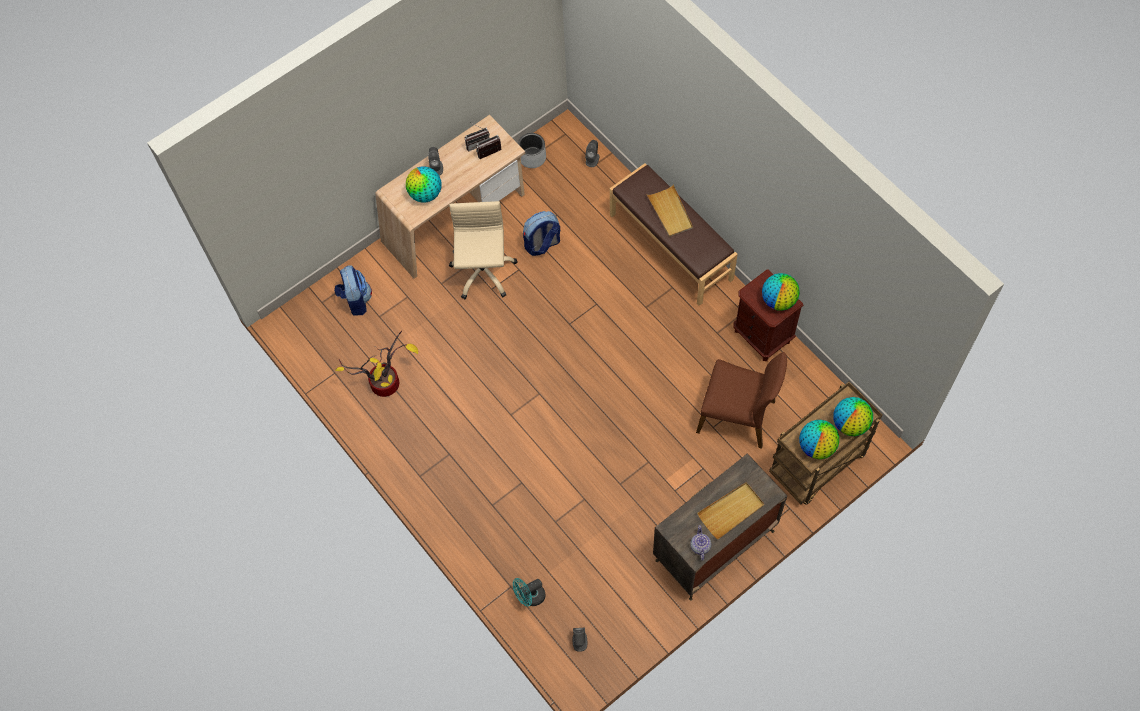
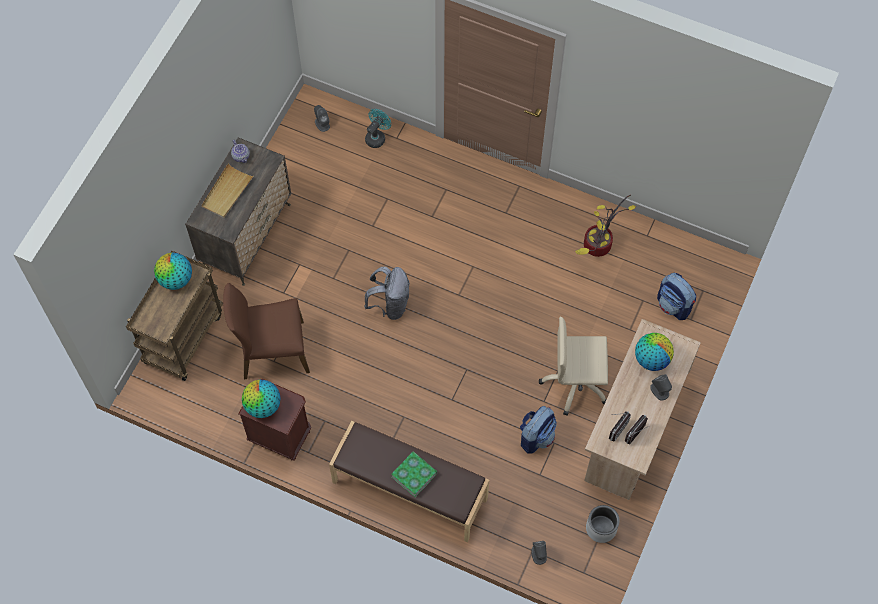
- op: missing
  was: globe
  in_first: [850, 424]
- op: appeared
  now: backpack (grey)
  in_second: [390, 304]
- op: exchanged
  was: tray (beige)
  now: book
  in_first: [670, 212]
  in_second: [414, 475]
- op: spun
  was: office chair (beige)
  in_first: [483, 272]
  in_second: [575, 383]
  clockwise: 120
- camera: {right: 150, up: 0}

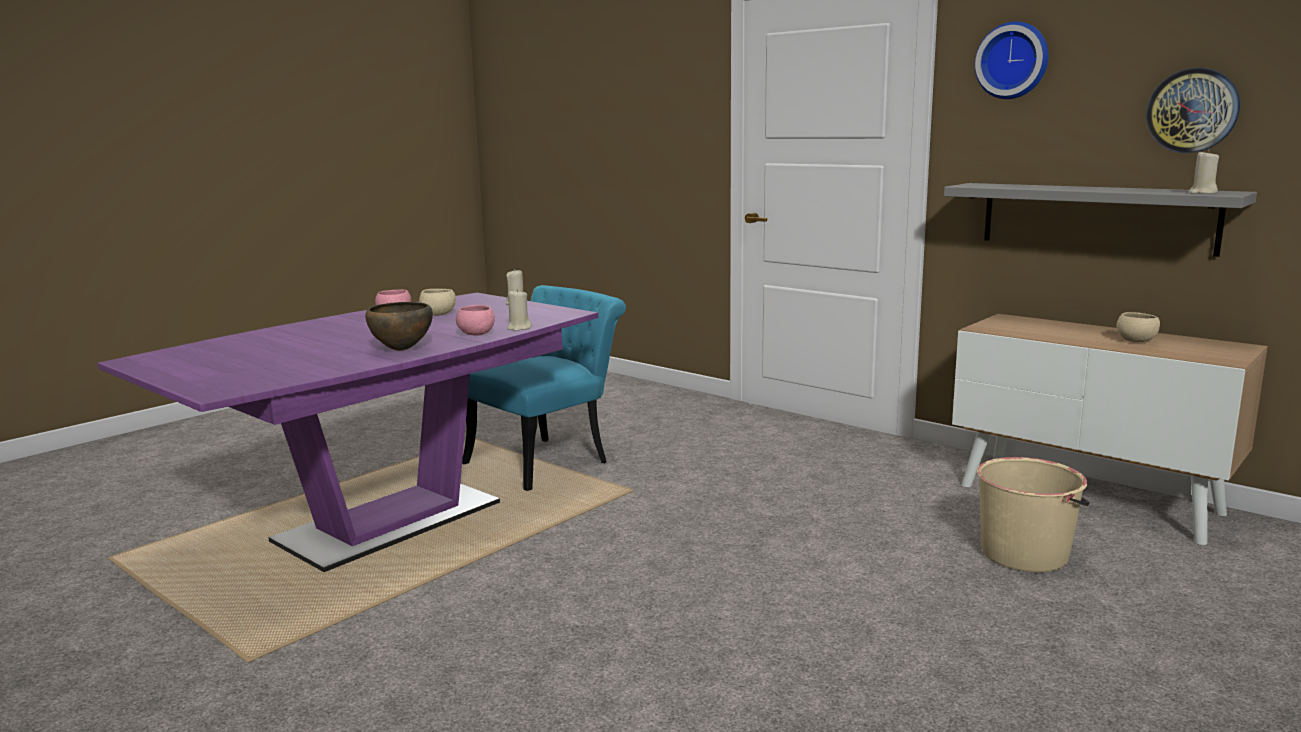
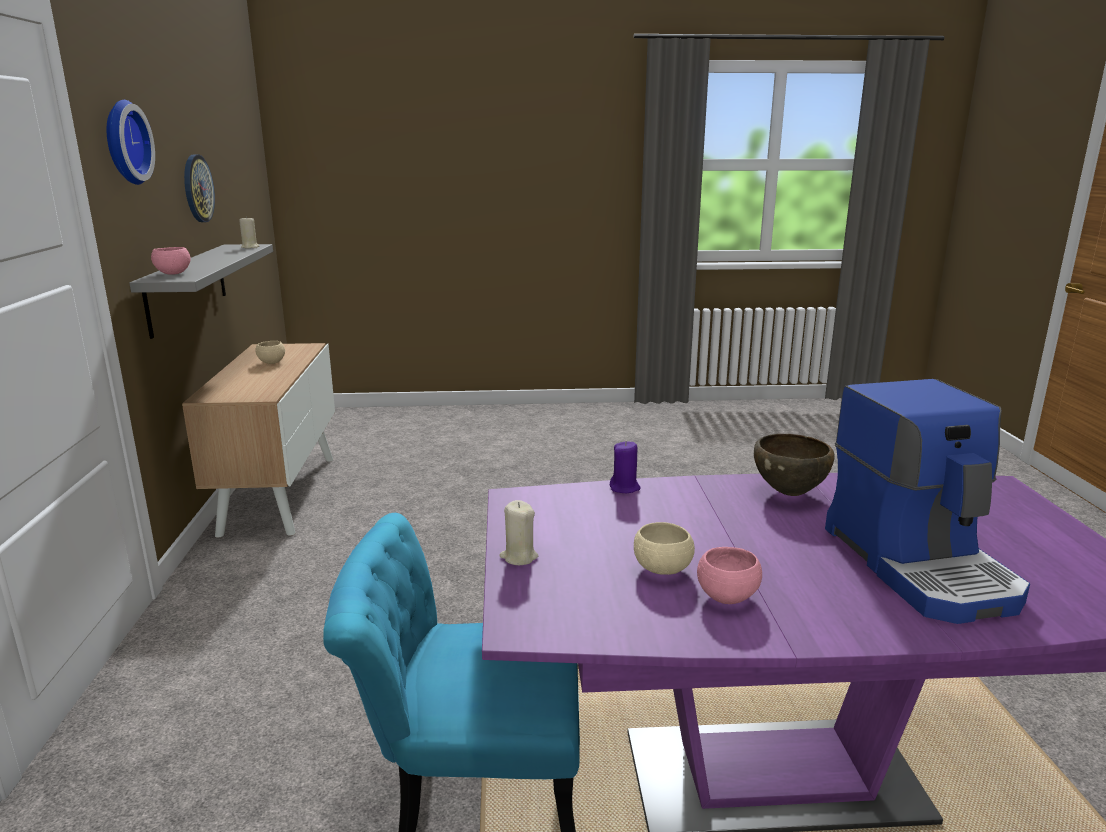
- op: missing
  was: bucket (beige)
  in_first: [1025, 554]
- op: appeared
  now: coffee machine
  in_second: [921, 565]
- op: relocated
  was: bowl (pink)
  in_first: [476, 334]
  in_second: [173, 273]
- op: colour
  was: candle (beige)
  now: candle (purple)
  in_first: [519, 328]
  in_second: [625, 488]
- camera: {right: -135, up: 5}

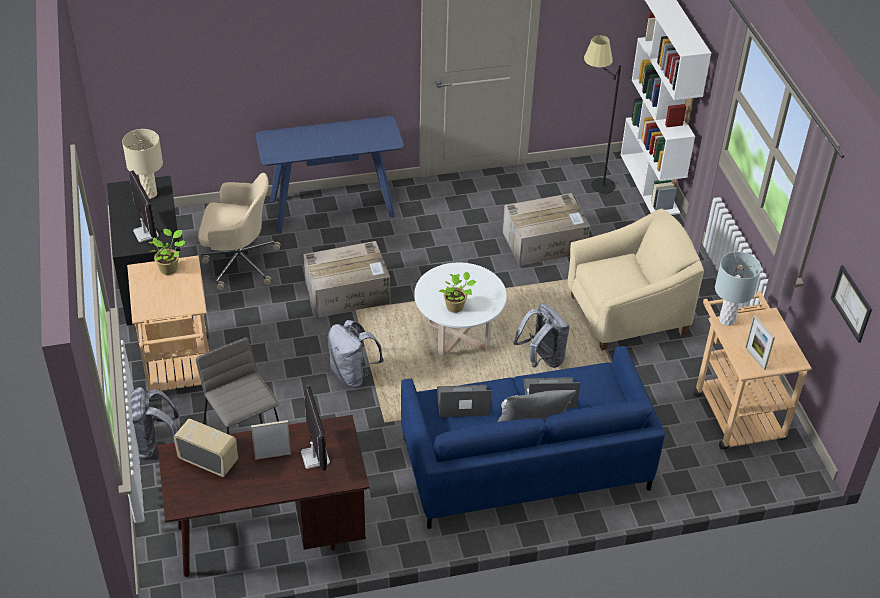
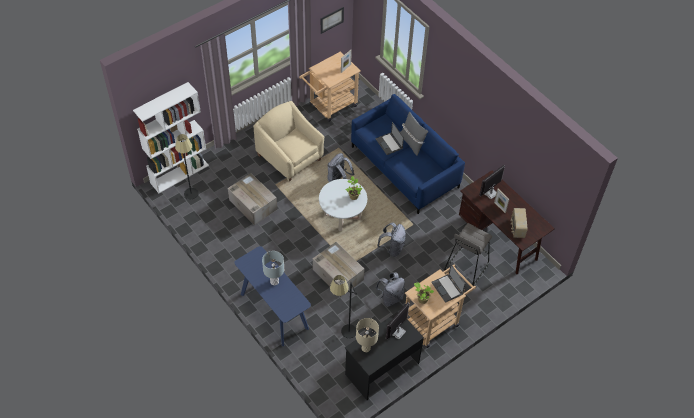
- op: relocated
  was: backpack (grey)
  in_first: [154, 444]
  in_second: [390, 298]
- op: relocated
  was: laptop
  in_first: [462, 402]
  in_second: [447, 288]
- op: relocated
  was: table lamp (grey)
  in_first: [726, 320]
  in_second: [274, 281]
- op: exchanged
  was: office chair (beige)
  now: floor lamp (black)
  in_first: [239, 262]
  in_second: [343, 335]
- camera: {right: -115, up: 10}

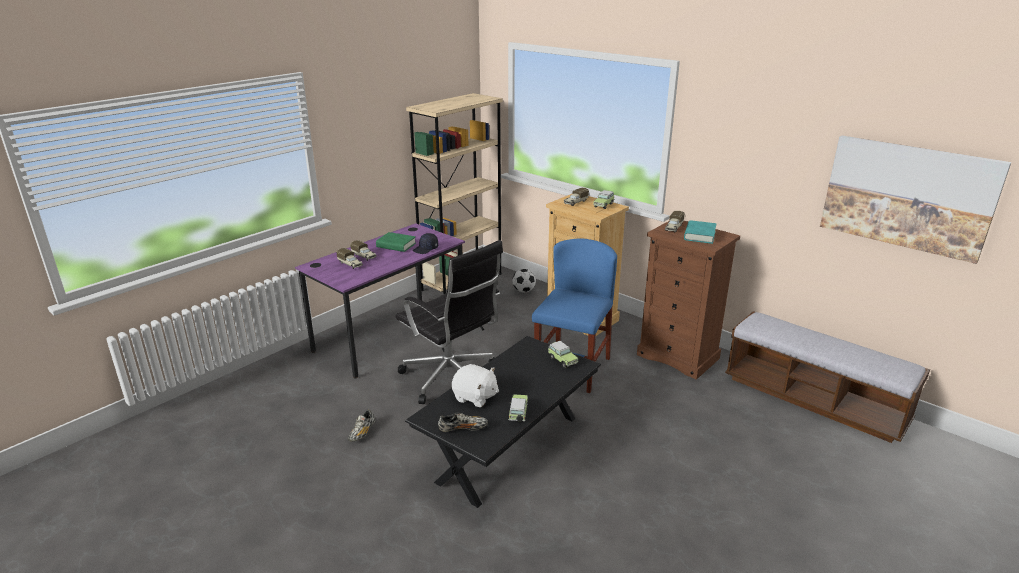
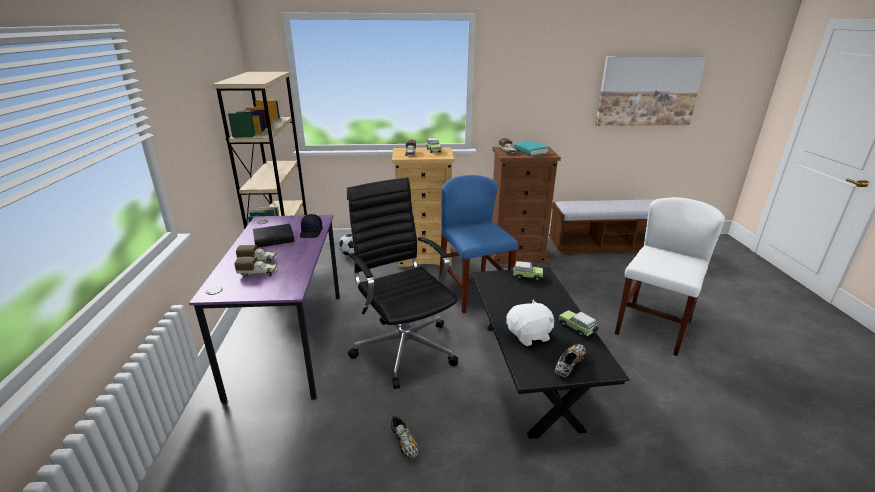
- op: appeared
  now: chair (white)
  in_second: [653, 327]
- op: colour
  was: book (green)
  now: book (black)
  in_first: [396, 245]
  in_second: [274, 239]
- op: spun
  was: office chair (black)
  in_first: [452, 379]
  in_second: [404, 347]
  clockwise: -120
- camera: {right: -45, up: 0}

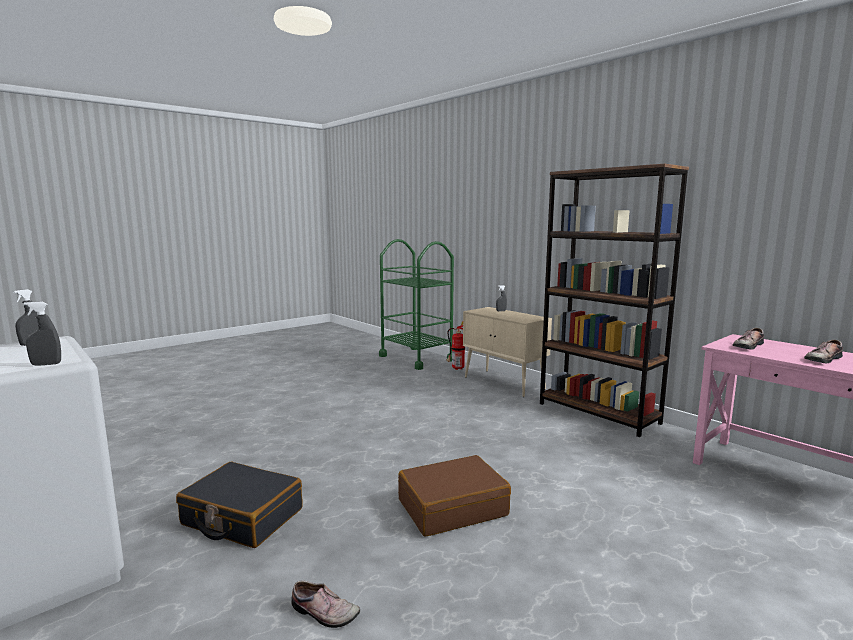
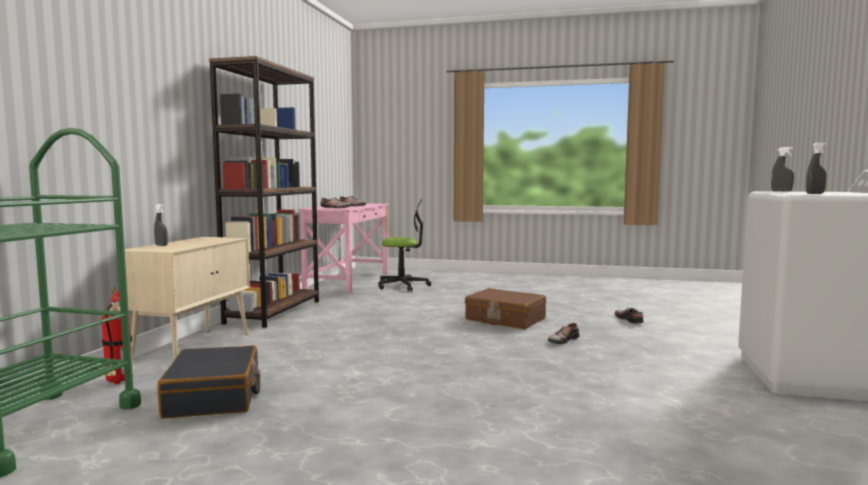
- op: appeared
  now: office chair
  in_second: [403, 286]
- op: appeared
  now: shoe
  in_second: [562, 340]
- op: relocated
  was: suitcase (black)
  in_first: [242, 517]
  in_second: [214, 396]
- camera: {right: -125, up: -5}

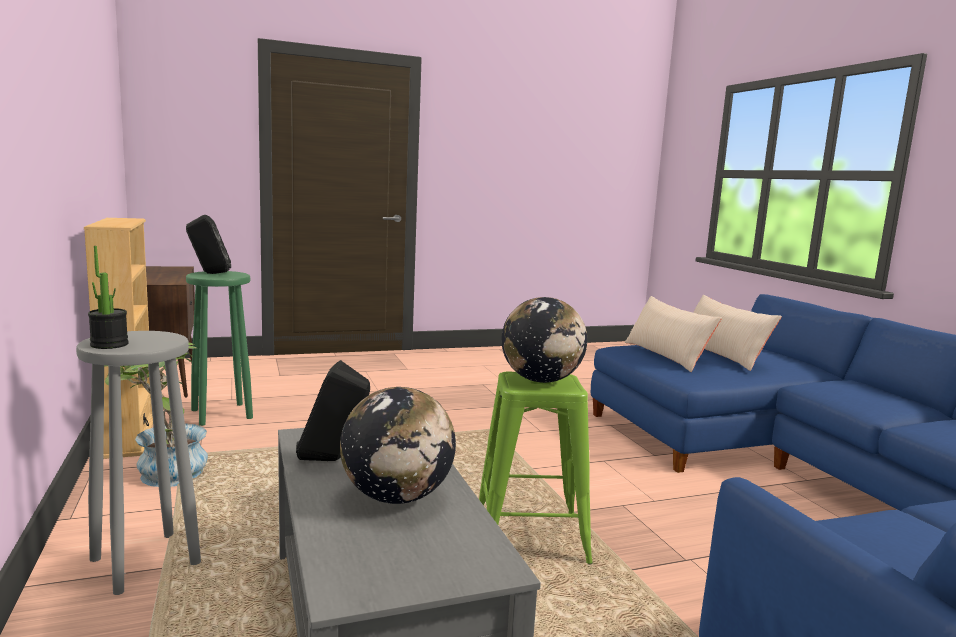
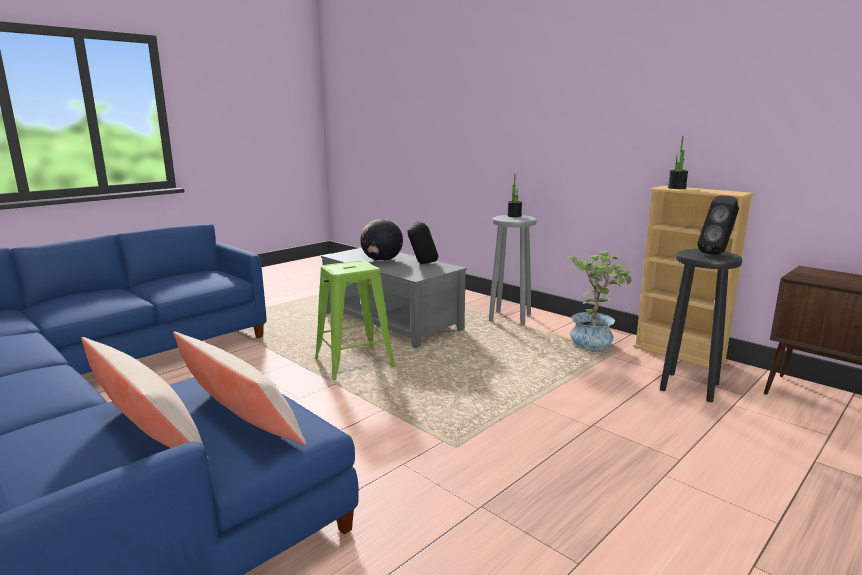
- op: missing
  was: globe
  in_first: [541, 380]
- op: appeared
  now: potted plant
  in_second: [676, 188]
- op: colour
  was: stool (green)
  now: stool (black)
  in_first: [221, 413]
  in_second: [690, 387]
- camera: {right: 155, up: 5}

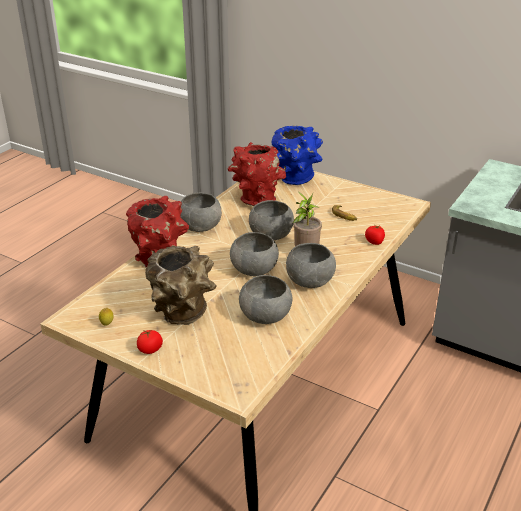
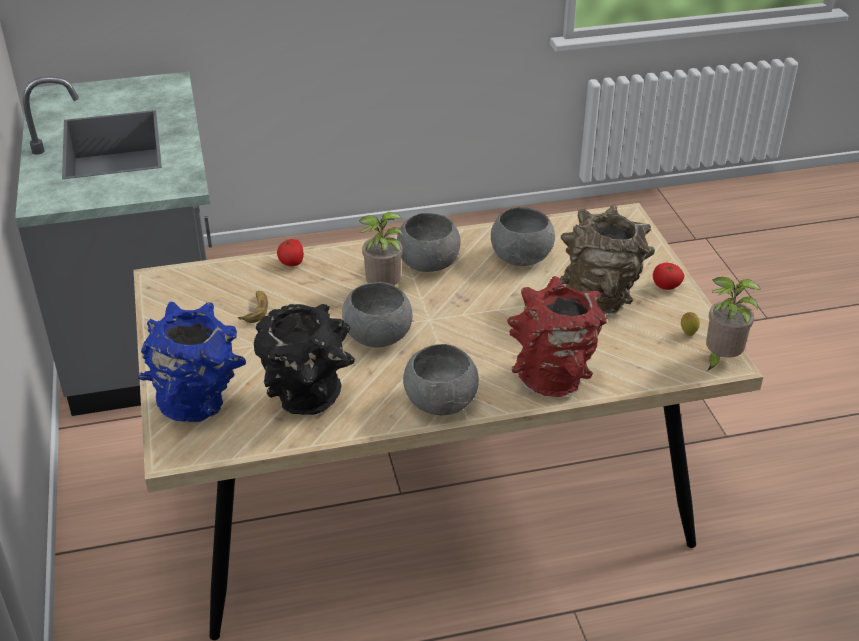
- op: missing
  was: bowl (grey)
  in_first: [253, 269]
- op: appeared
  now: potted plant
  in_second: [720, 359]
- op: colour
  was: vase (red)
  now: vase (black)
  in_first: [255, 200]
  in_second: [308, 402]
- camera: {right: -135, up: 5}

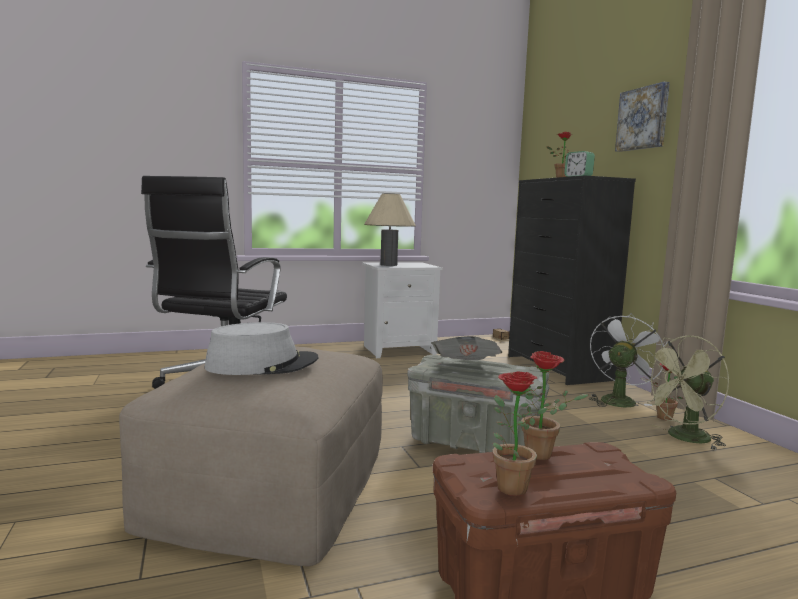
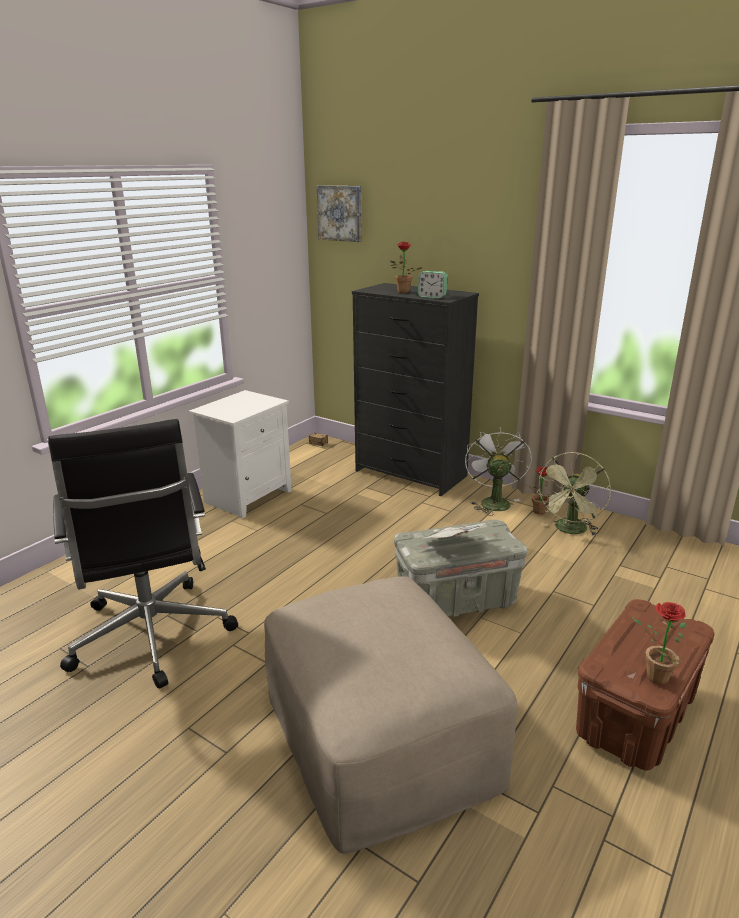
- op: missing
  was: hat (grey)
  in_first: [262, 364]
- op: missing
  was: table lamp (beige)
  in_first: [388, 265]
- op: missing
  was: potted plant
  in_first: [544, 455]
- op: relocated
  was: picture
  in_first: [643, 118]
  in_second: [341, 213]
- camera: {right: -35, up: 15}

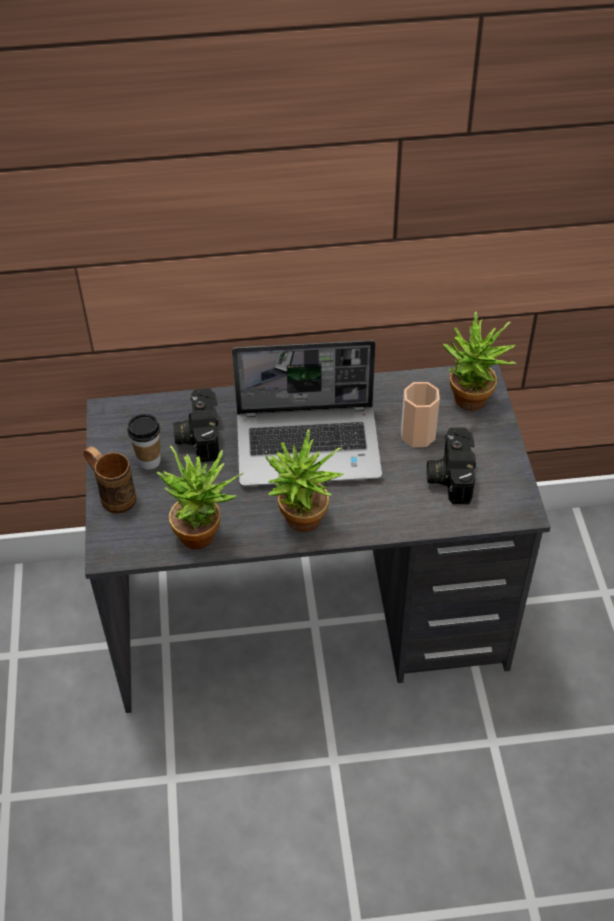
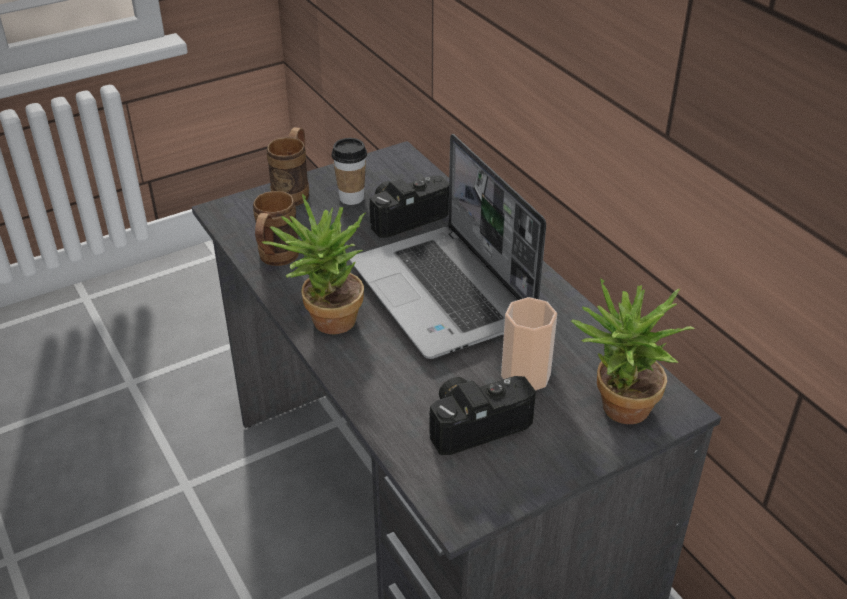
- op: exchanged
  was: potted plant
  now: mug (brown)
  in_first: [205, 534]
  in_second: [275, 260]
- camera: {right: 65, up: -10}

